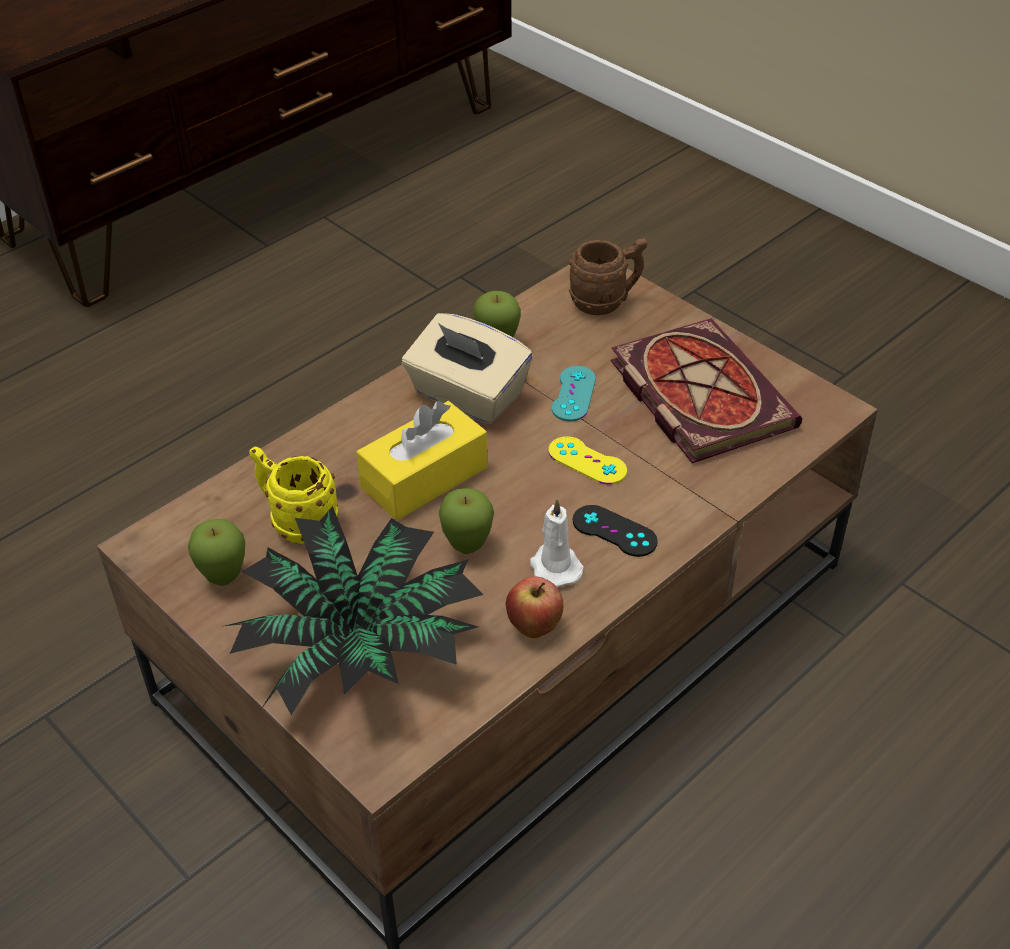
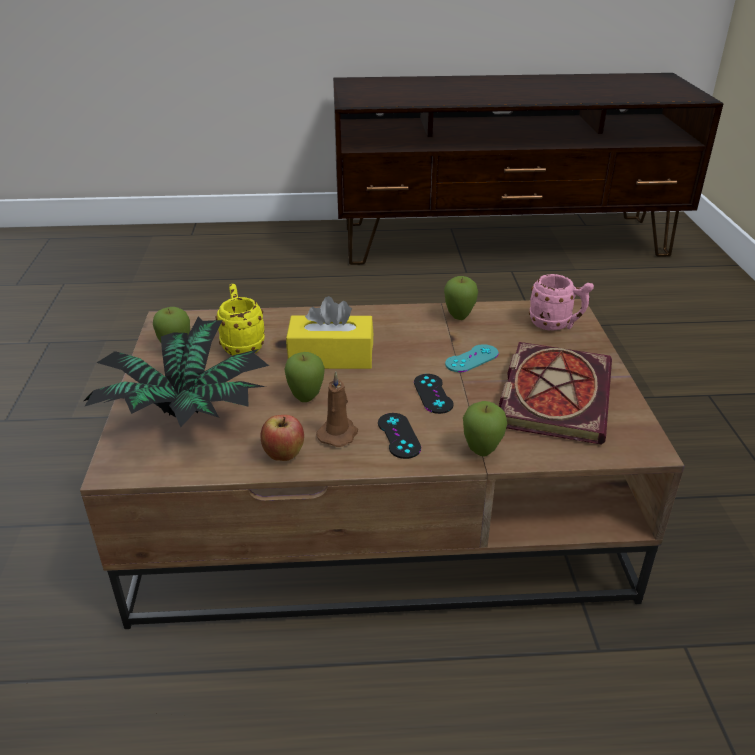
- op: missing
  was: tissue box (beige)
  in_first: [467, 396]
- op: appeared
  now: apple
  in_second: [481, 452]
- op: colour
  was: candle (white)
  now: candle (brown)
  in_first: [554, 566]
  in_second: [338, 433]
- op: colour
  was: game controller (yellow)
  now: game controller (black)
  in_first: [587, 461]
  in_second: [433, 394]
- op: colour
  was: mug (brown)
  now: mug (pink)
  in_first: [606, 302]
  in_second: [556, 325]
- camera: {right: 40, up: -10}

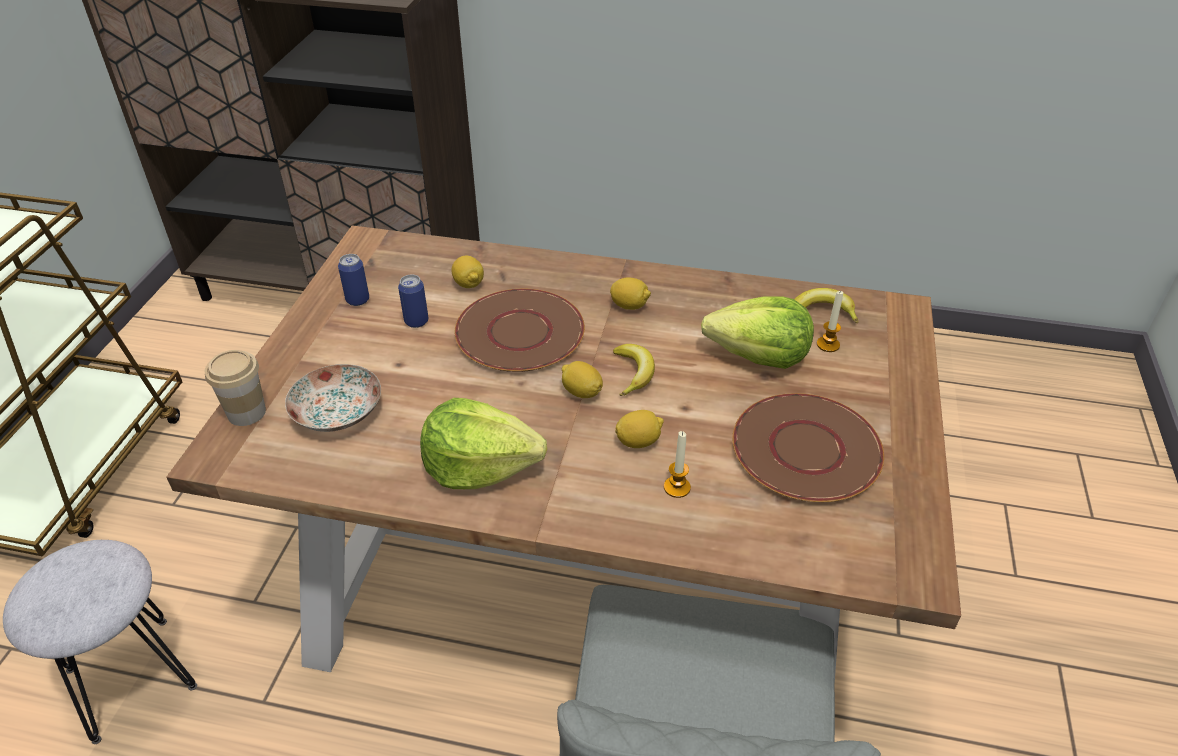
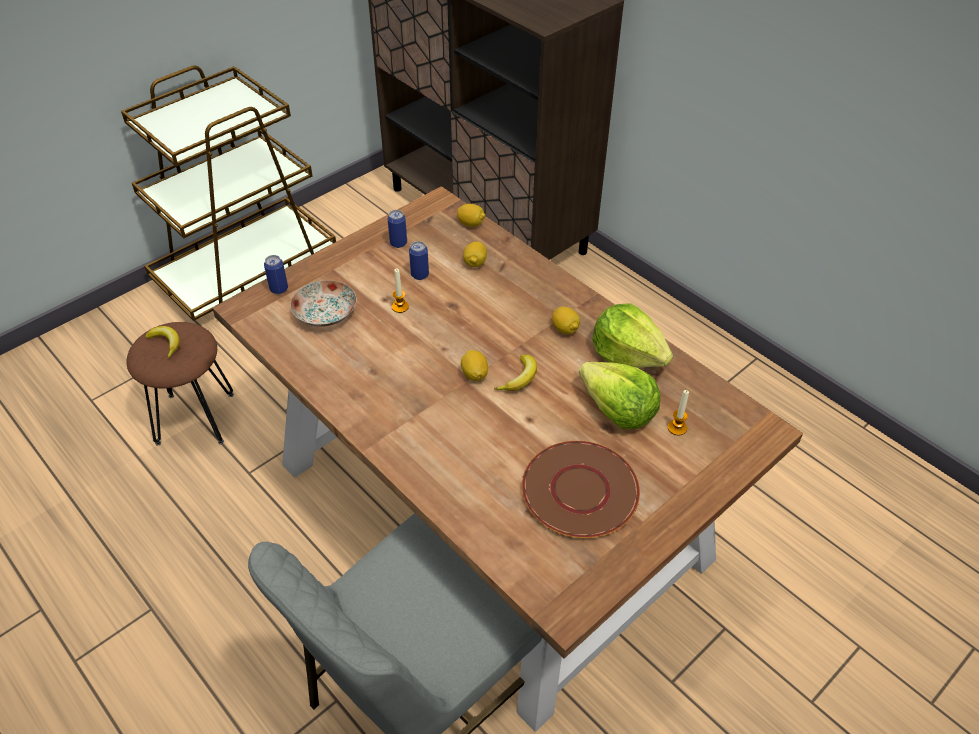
- op: missing
  was: plate (brown)
  in_first: [520, 333]
- op: relocated
  was: lettuce
  in_first: [480, 466]
  in_second: [628, 354]
- op: relocated
  was: lemon
  in_first: [638, 441]
  in_second: [471, 224]
- op: relocated
  was: candle
  in_first: [677, 487]
  in_second: [400, 307]
- op: relocated
  was: banana
  in_first: [822, 312]
  in_second: [166, 343]
- op: exchanged
  was: cup
  now: can
  in_first: [246, 412]
  in_second: [279, 289]
- op: colour
  was: stool (grey)
  now: stool (brown)
  in_first: [131, 677]
  in_second: [195, 417]
- camera: {right: 35, up: 5}

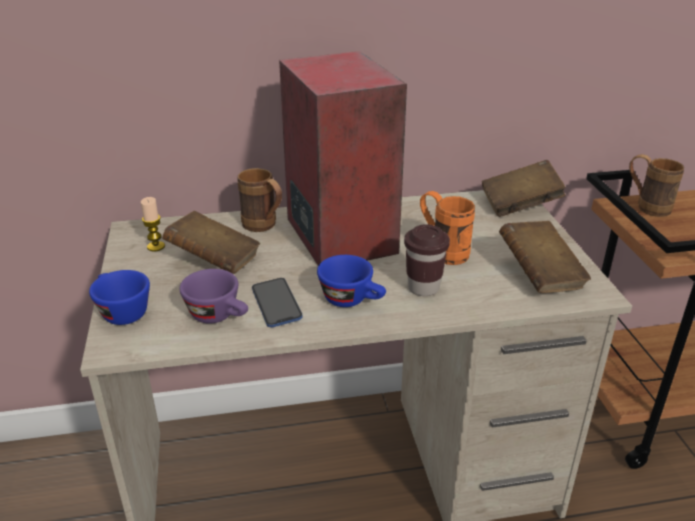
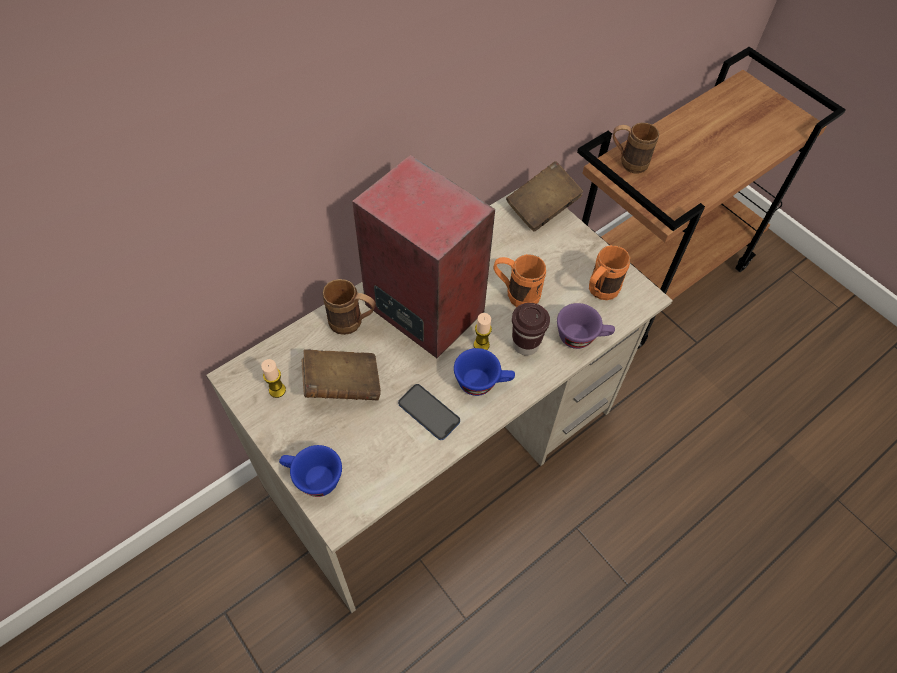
- op: appeared
  now: candle
  in_second: [481, 345]
- op: relocated
  was: cup (purple)
  in_first: [219, 316]
  in_second: [582, 336]
- op: exchanged
  was: book (brown)
  now: mug (orange)
  in_first: [540, 275]
  in_second: [598, 293]
- camera: {right: -30, up: 25}

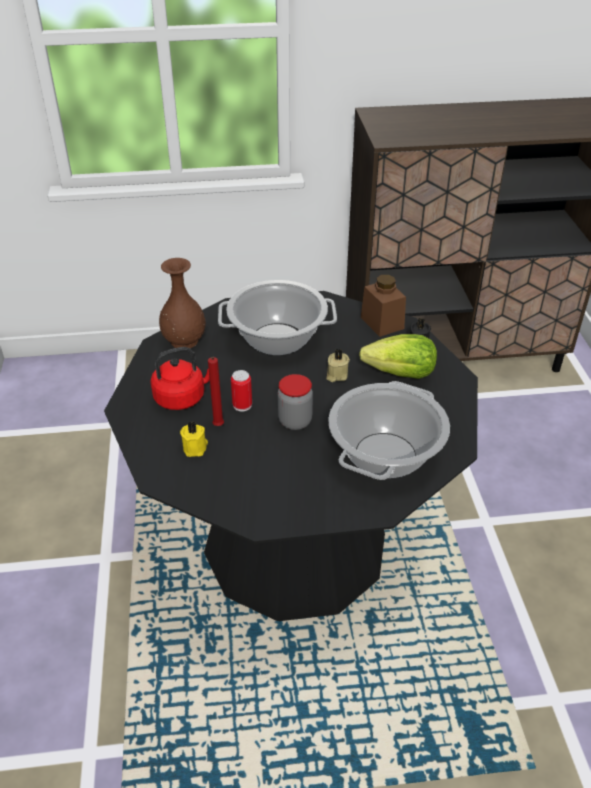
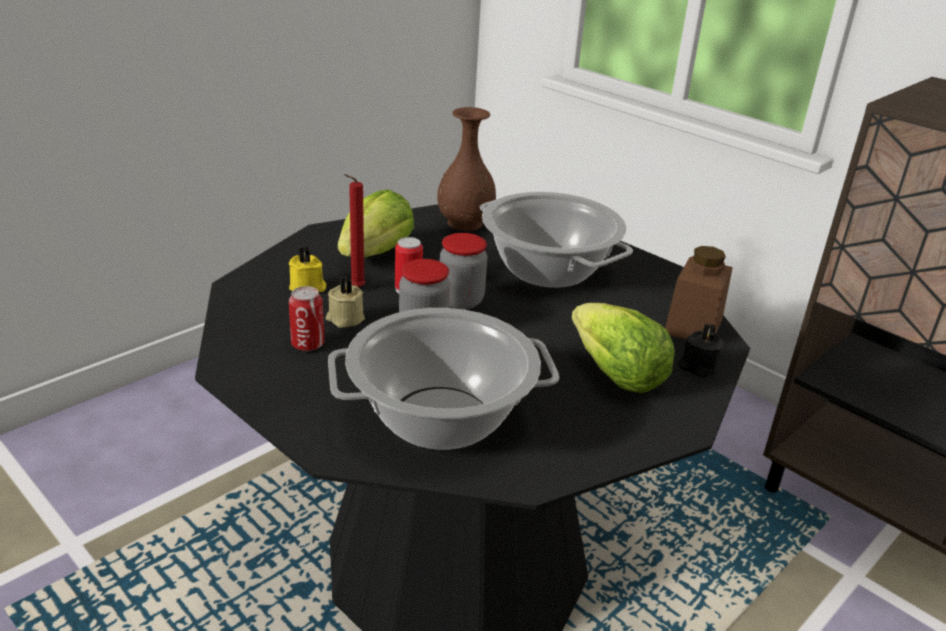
- op: appeared
  now: can
  in_second: [307, 344]
- op: appeared
  now: jar
  in_second: [461, 301]
- op: relocated
  was: candle (beige)
  in_first: [336, 375]
  in_second: [344, 319]
- op: exchanged
  was: kettle (red)
  now: lettuce
  in_first: [182, 397]
  in_second: [376, 254]
- camera: {right: 50, up: -10}

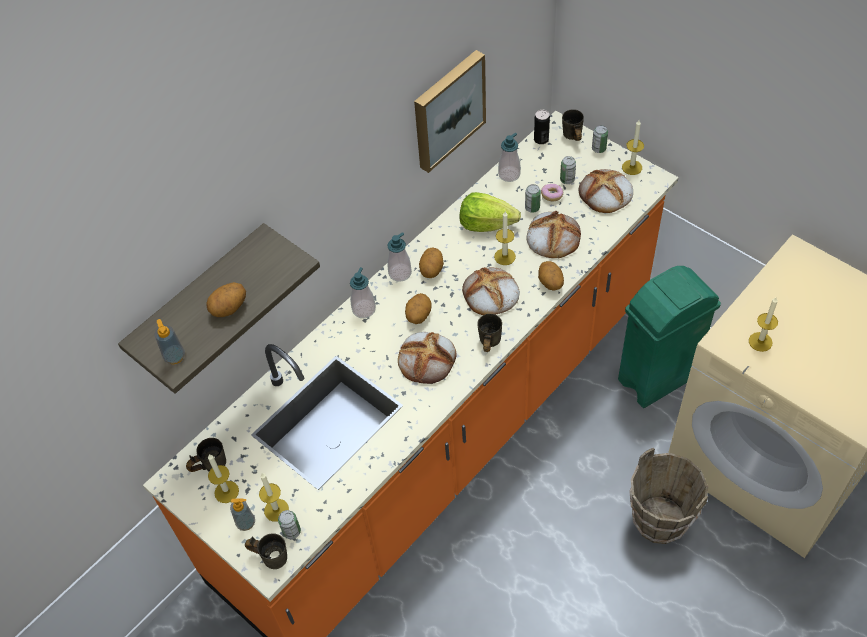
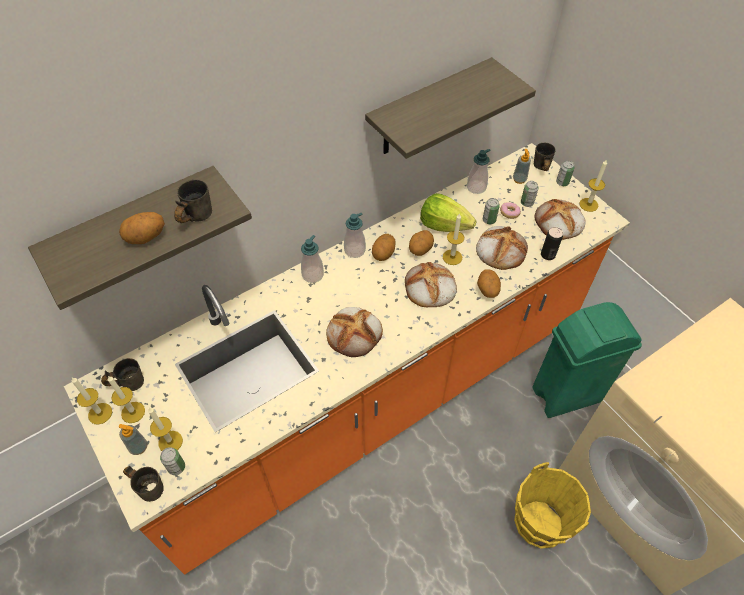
- op: relocated
  was: soap dispenser
  in_first: [174, 356]
  in_second: [519, 179]
- op: relocated
  was: potato
  in_first: [418, 315]
  in_second: [420, 249]
- op: relocated
  was: mug (grey)
  in_first: [486, 343]
  in_second: [193, 217]
- op: relocated
  was: can
  in_first: [541, 139]
  in_second: [548, 255]
- op: relocated
  was: candle
  in_first: [760, 341]
  in_second: [100, 413]
- op: exchanged
  was: picture
  now: shelf
  in_first: [447, 109]
  in_second: [428, 109]
- op: colour
  was: bucket (brown)
  now: bucket (yellow)
  in_first: [659, 521]
  in_second: [538, 525]
- camera: {right: 10, up: 0}

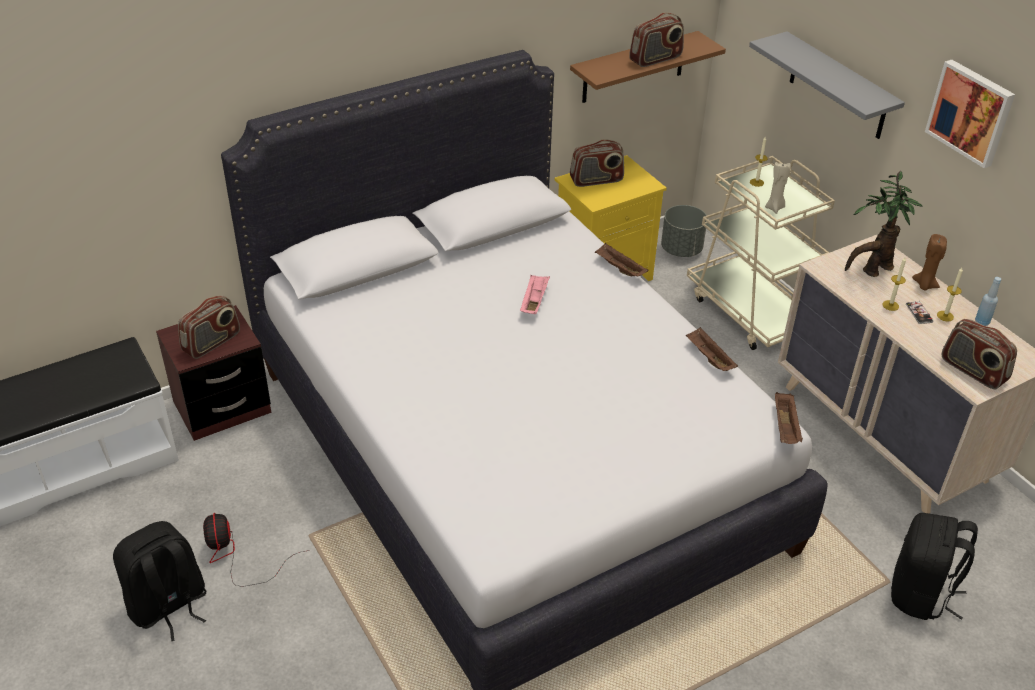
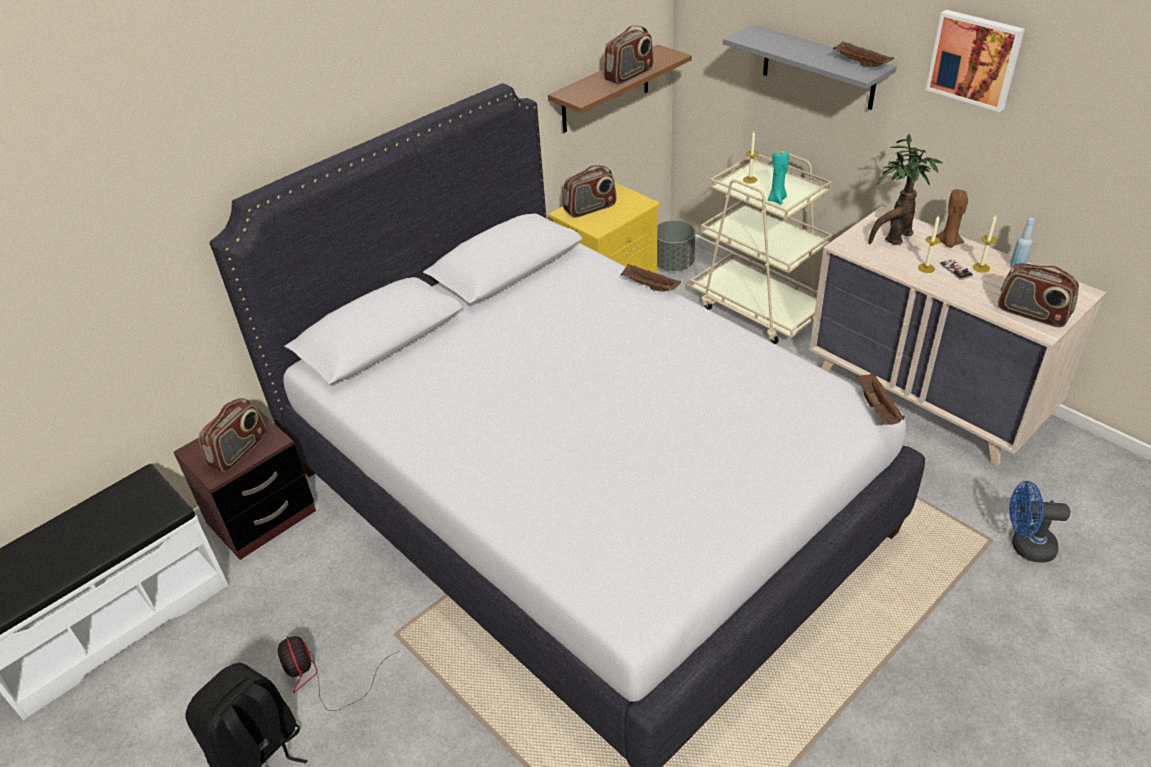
- op: missing
  was: tray (pink)
  in_first: [534, 302]
- op: relocated
  was: tray (brown)
  in_first: [708, 358]
  in_second: [859, 63]
- op: exchanged
  was: backpack (black)
  now: fan (blue)
  in_first: [920, 594]
  in_second: [1025, 546]
- op: colour
  was: candle (beige)
  now: candle (turquoise)
  in_first: [775, 208]
  in_second: [777, 199]
- camera: {right: -10, up: 0}

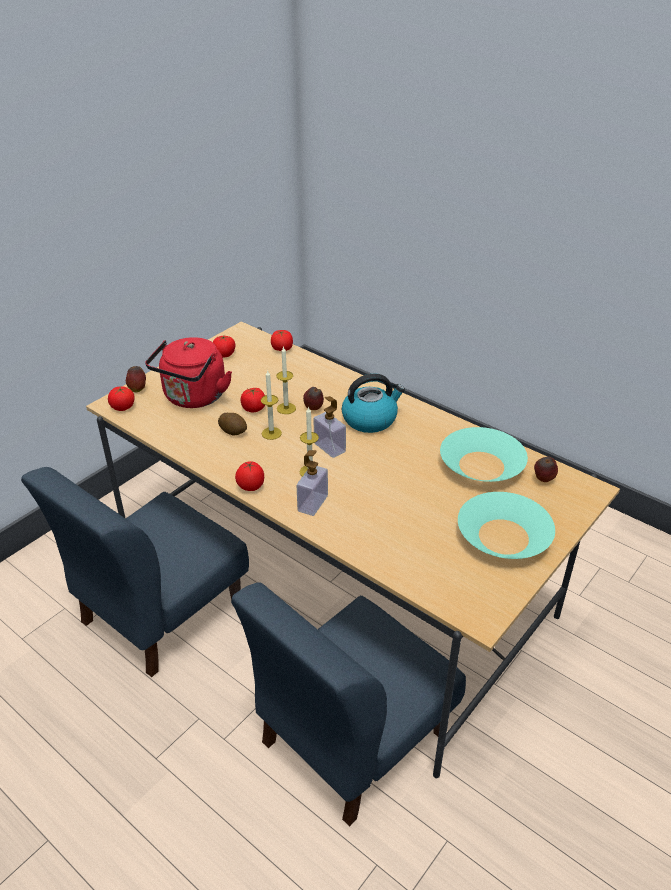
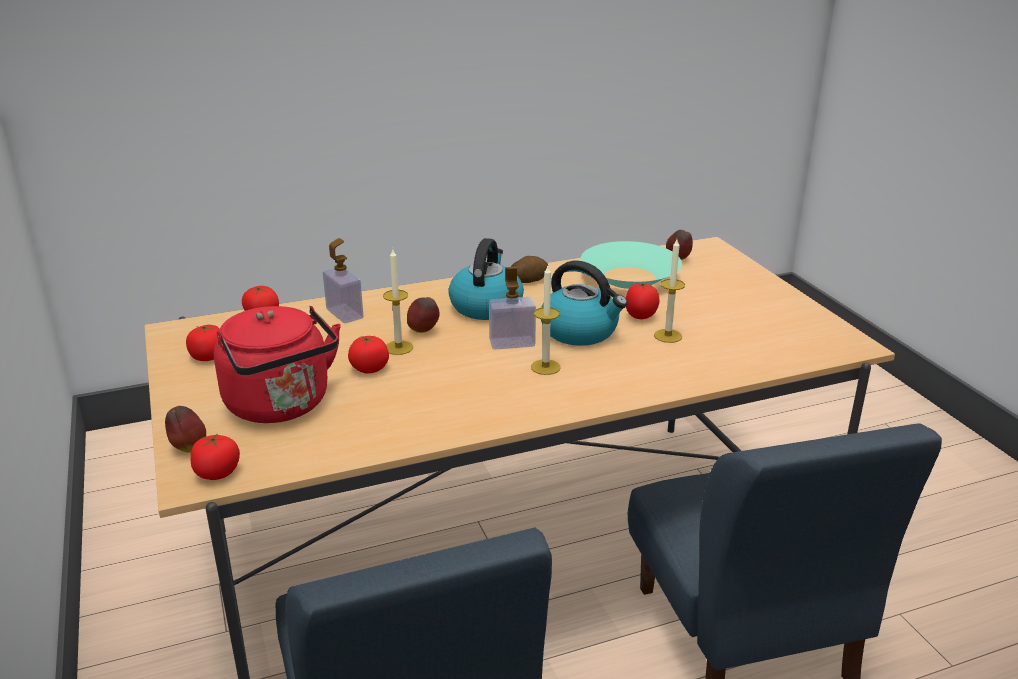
- op: missing
  was: bowl (turquoise)
  in_first: [503, 536]
- op: appeared
  now: kettle
  in_second: [580, 331]
- op: relocated
  was: potato
  in_first: [233, 431]
  in_second: [529, 280]
- op: relocated
  was: tomato
  in_first: [250, 487]
  in_second: [640, 317]
- op: relocated
  was: candle
  in_first: [271, 433]
  in_second: [668, 336]
- op: relocated
  was: soap dispenser
  in_first: [312, 503]
  in_second: [344, 314]
- camera: {right: -60, up: -10}

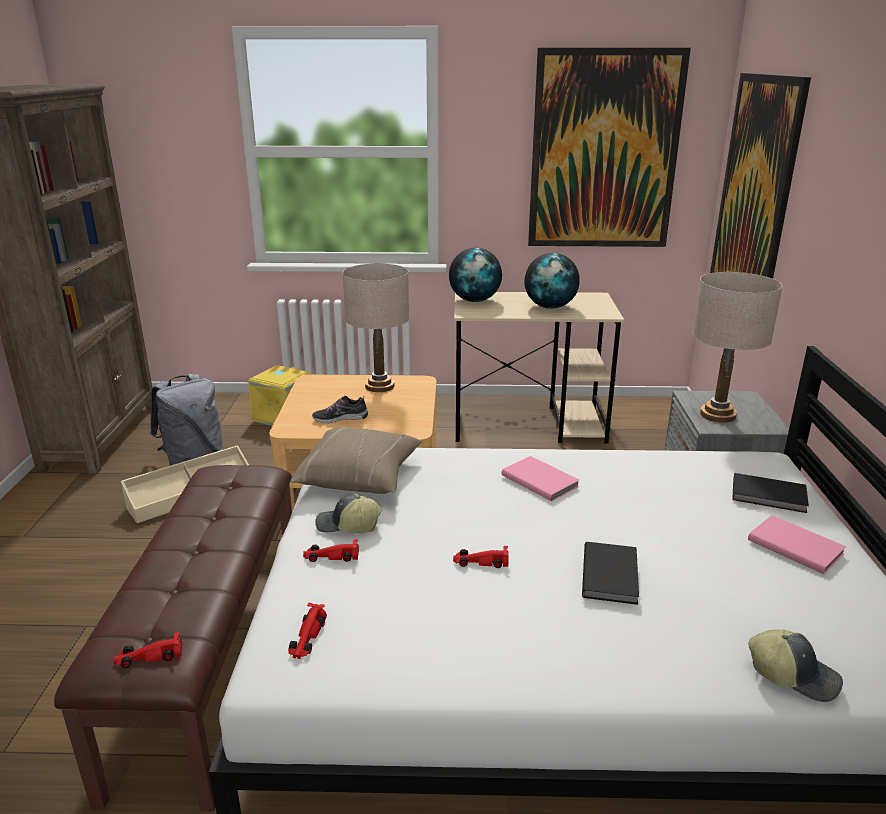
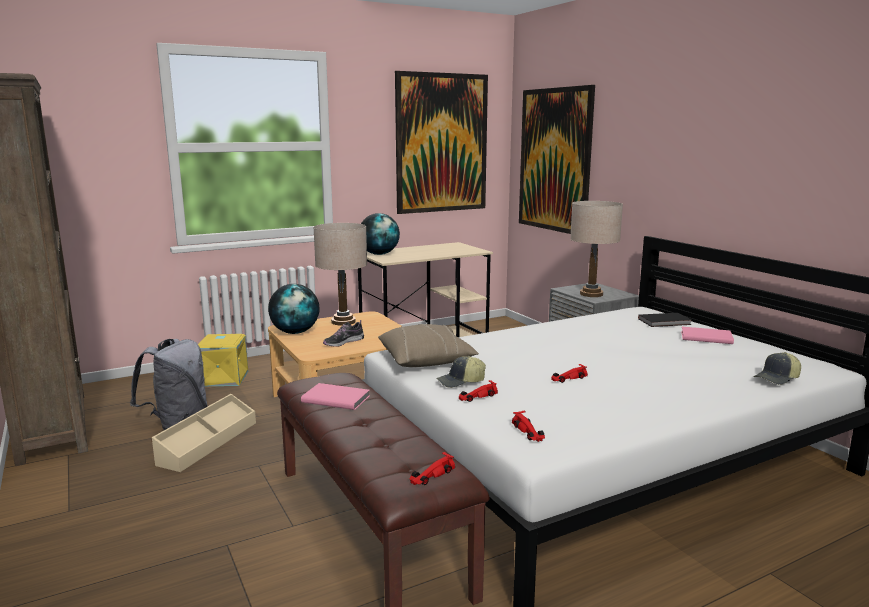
- op: missing
  was: book (black)
  in_first: [612, 574]
- op: relocated
  was: book (pink)
  in_first: [540, 480]
  in_second: [335, 398]
- op: relocated
  was: globe
  in_first: [550, 307]
  in_second: [295, 332]
- op: spun
  was: cap
  in_first: [793, 675]
  in_second: [777, 378]
  clockwise: 150
- camera: {right: -30, up: -10}

